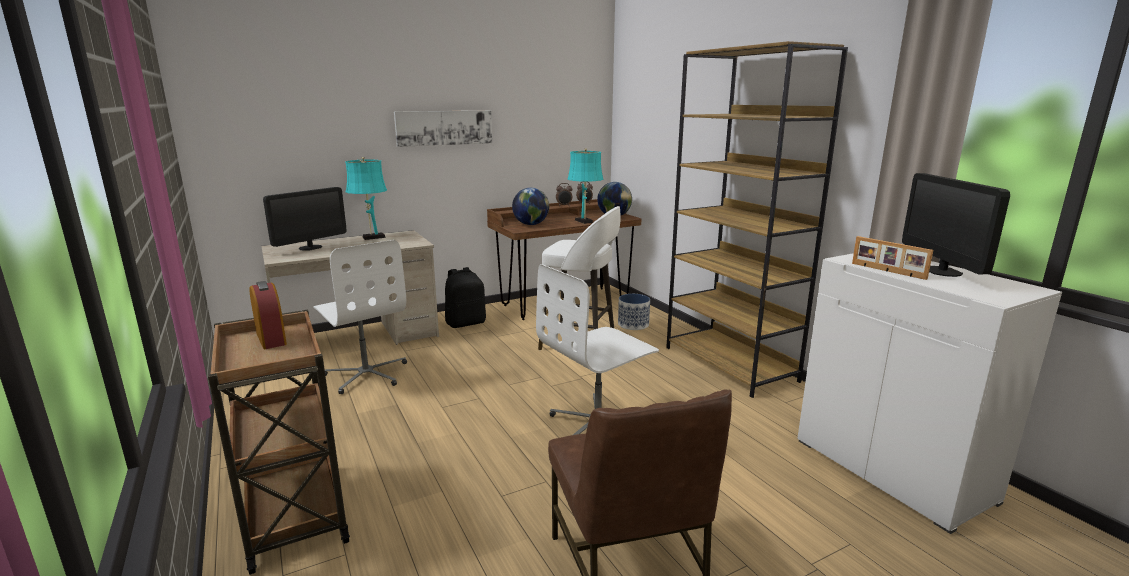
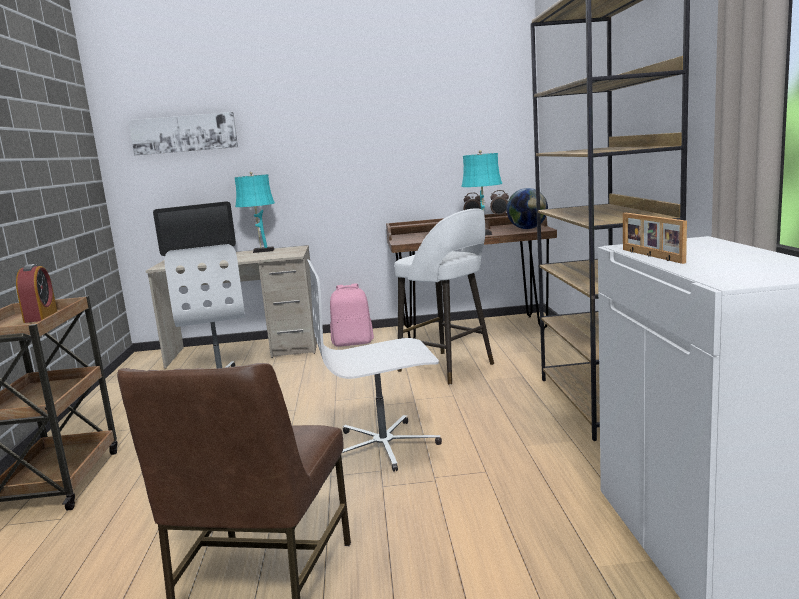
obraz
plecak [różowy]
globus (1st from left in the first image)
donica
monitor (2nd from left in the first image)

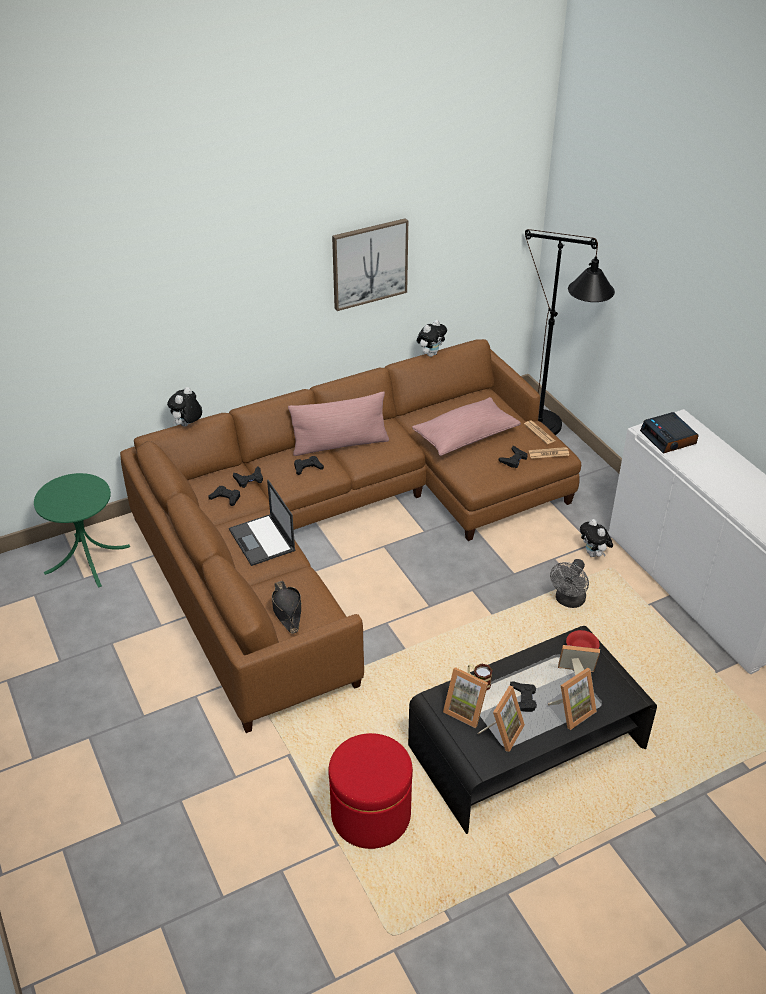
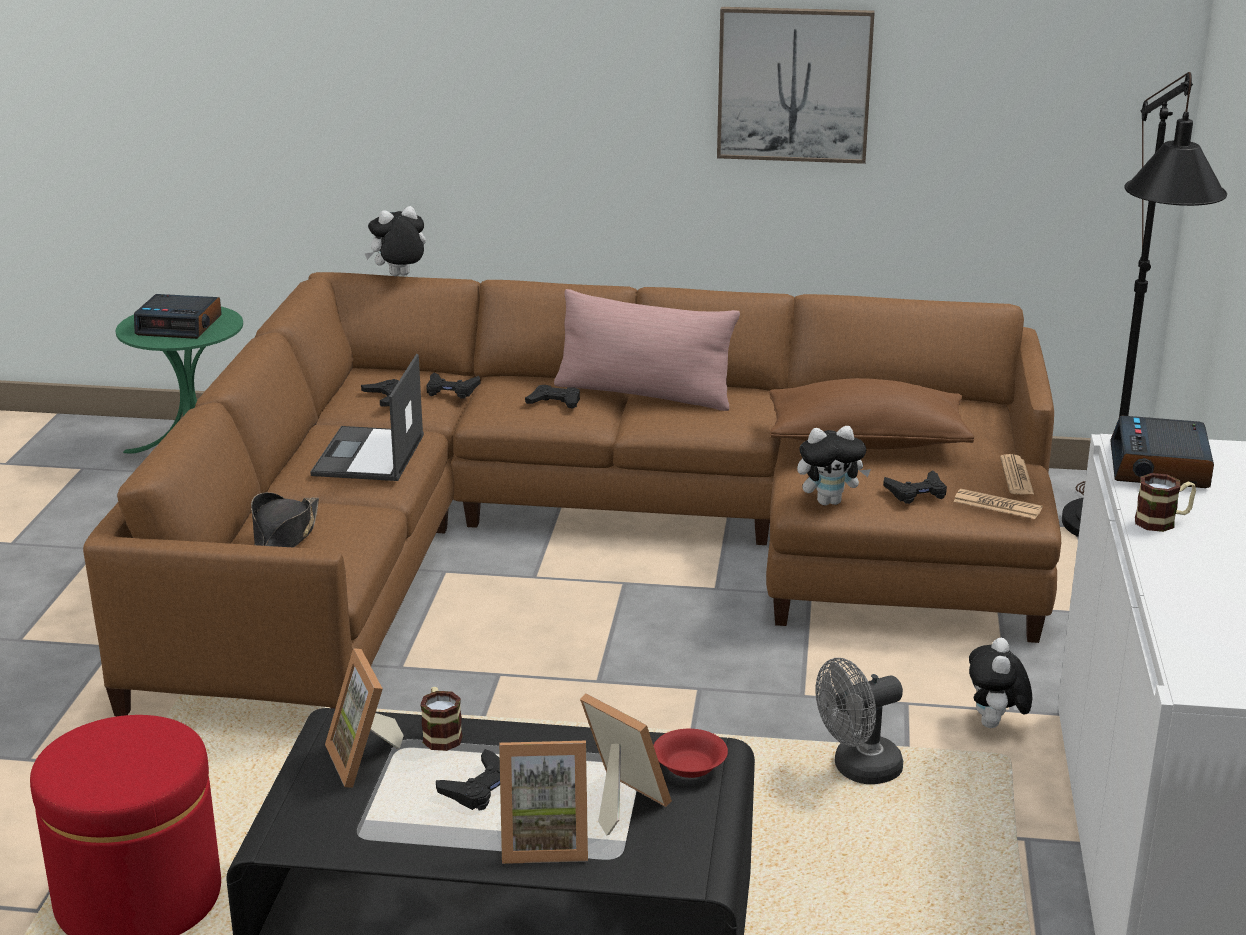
poduszka [brązowy]
pluszak (2nd from left)
ramka na zdjęcie (2nd from left in the first image)
budzik (1st from left)
kubek (2nd from left)

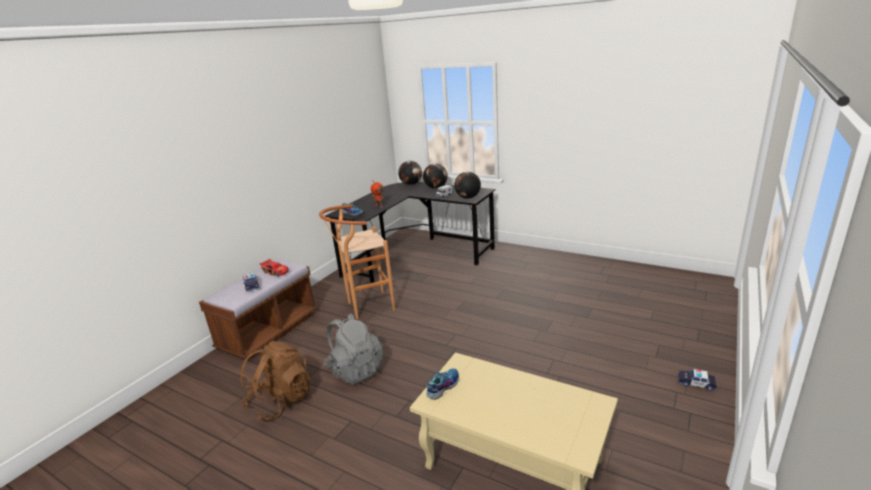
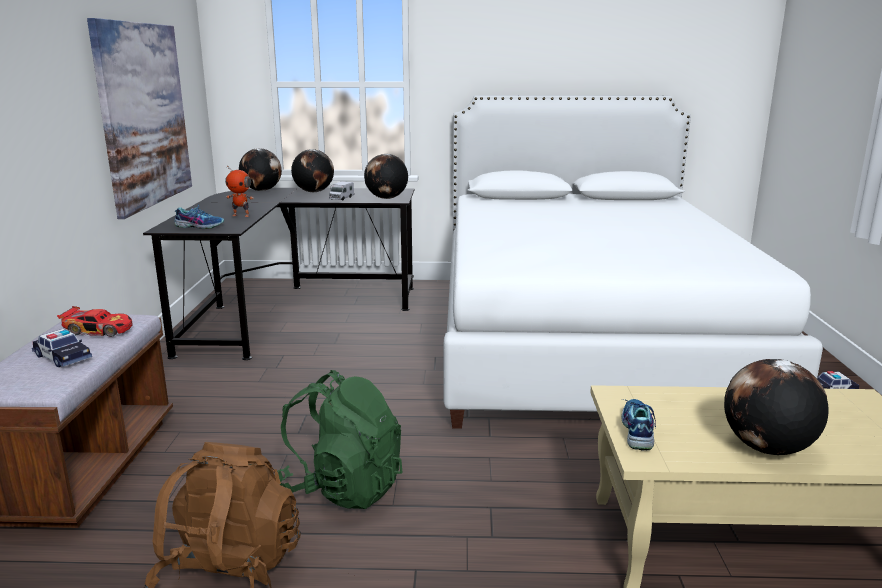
stołek [brązowy]
plecak [zielony]
obraz
łóżko [biały]
globus (4th from left)

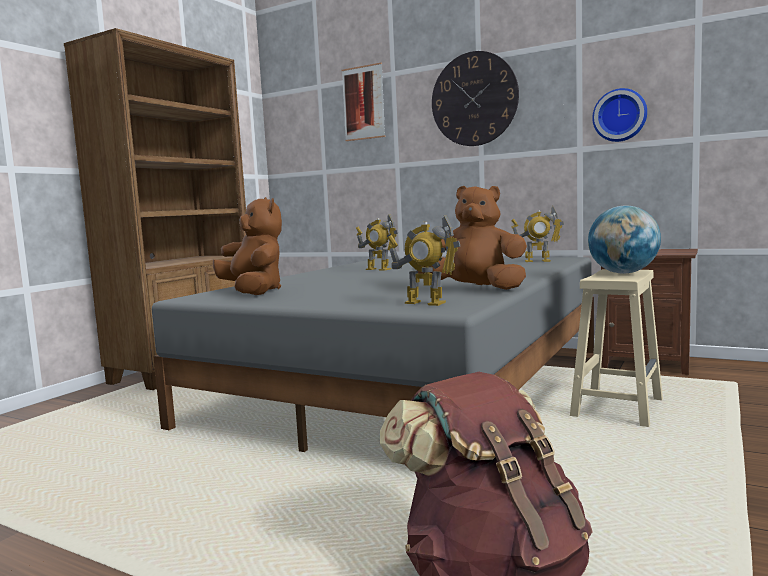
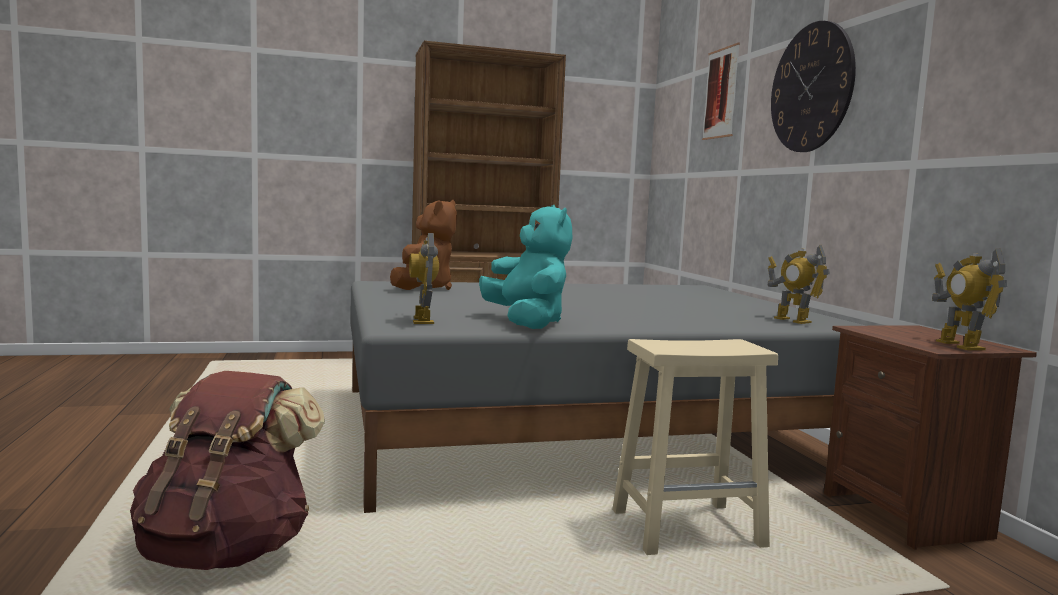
robot zabawkowy (3rd from left)
pluszak [turkusowy]
globus
zegar ścienny (2nd from left in the first image)

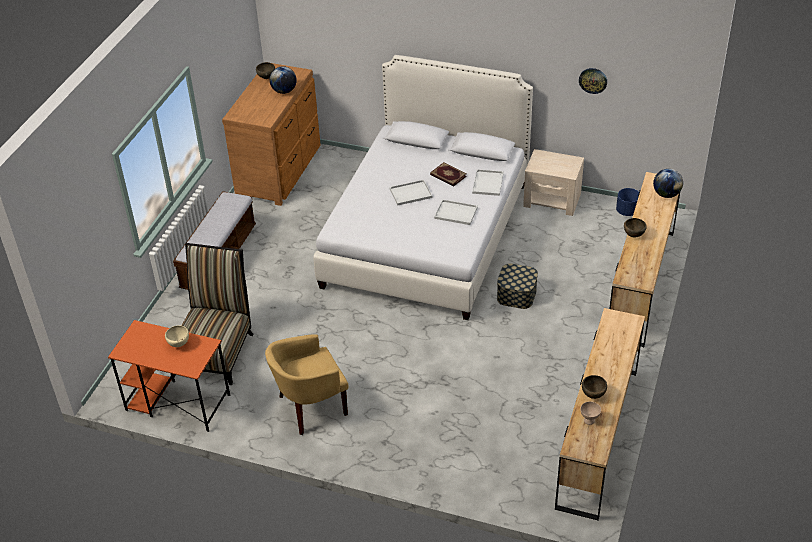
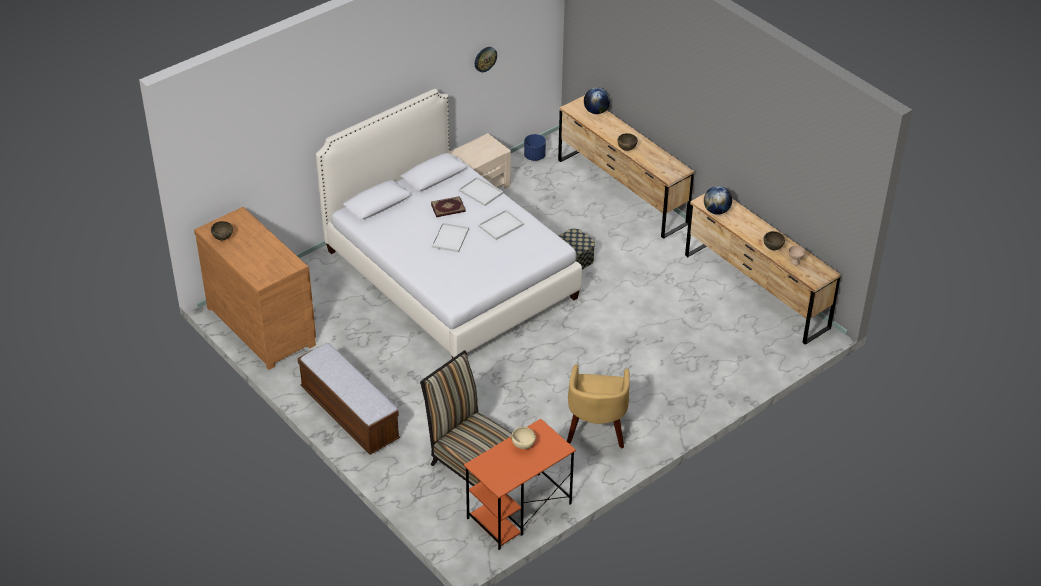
globus (2nd from left)

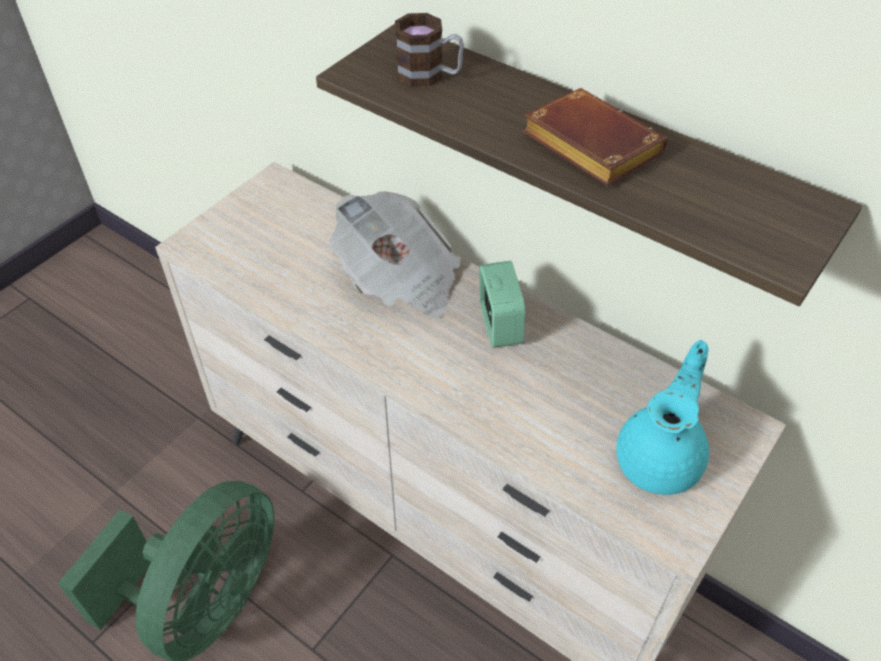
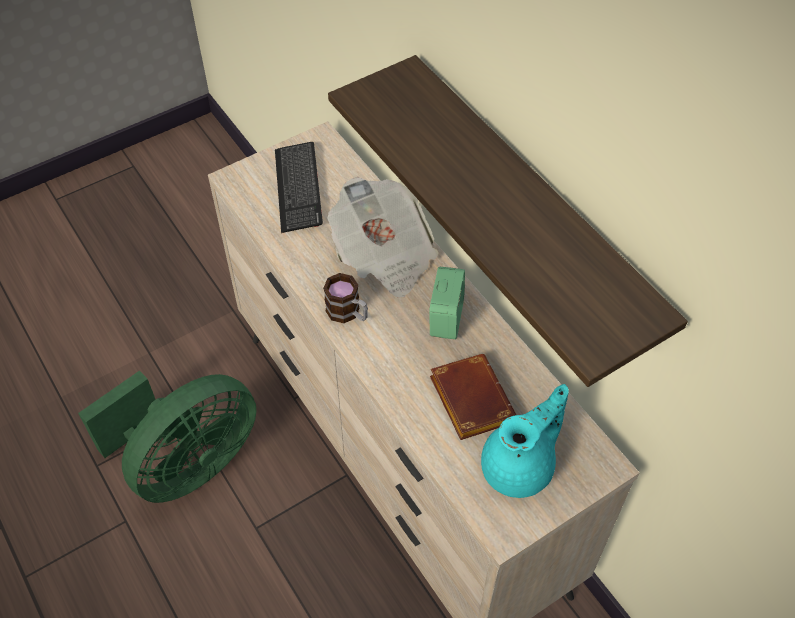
kubek
książka [brązowy]
klawiatura

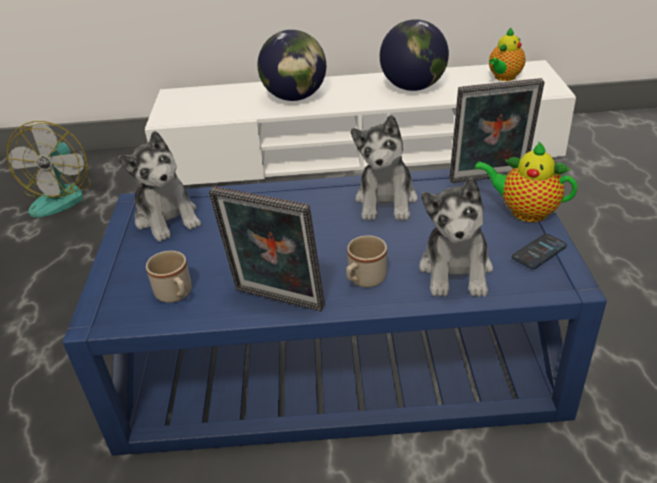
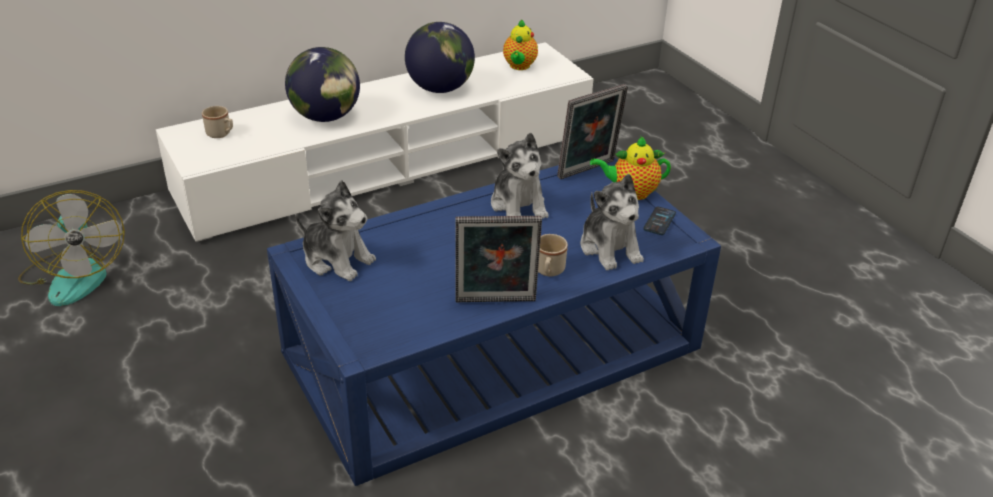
kubek [beżowy] (1st from left)

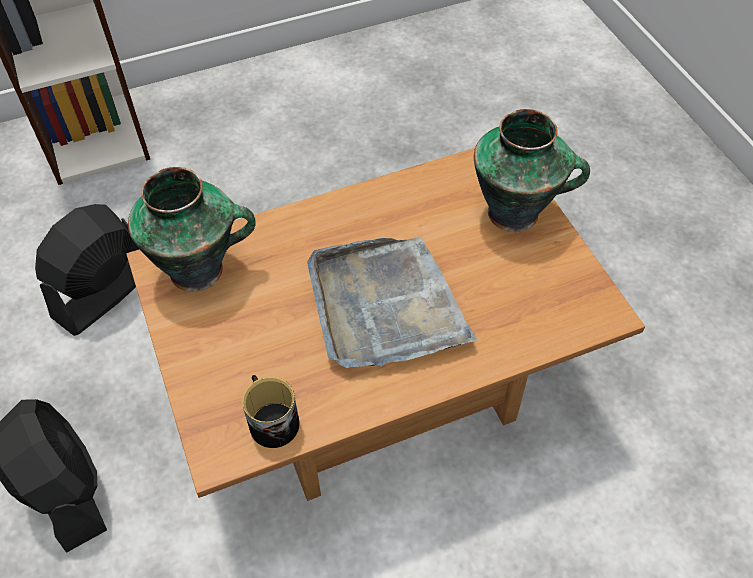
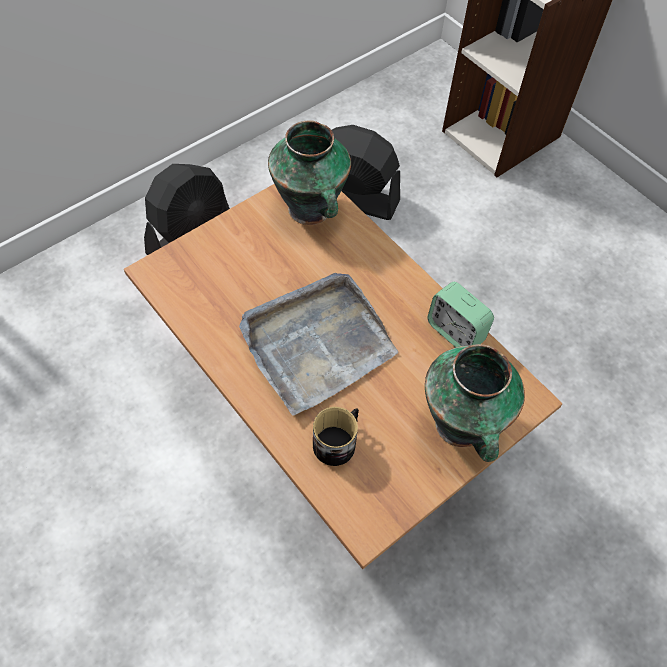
kubek
budzik

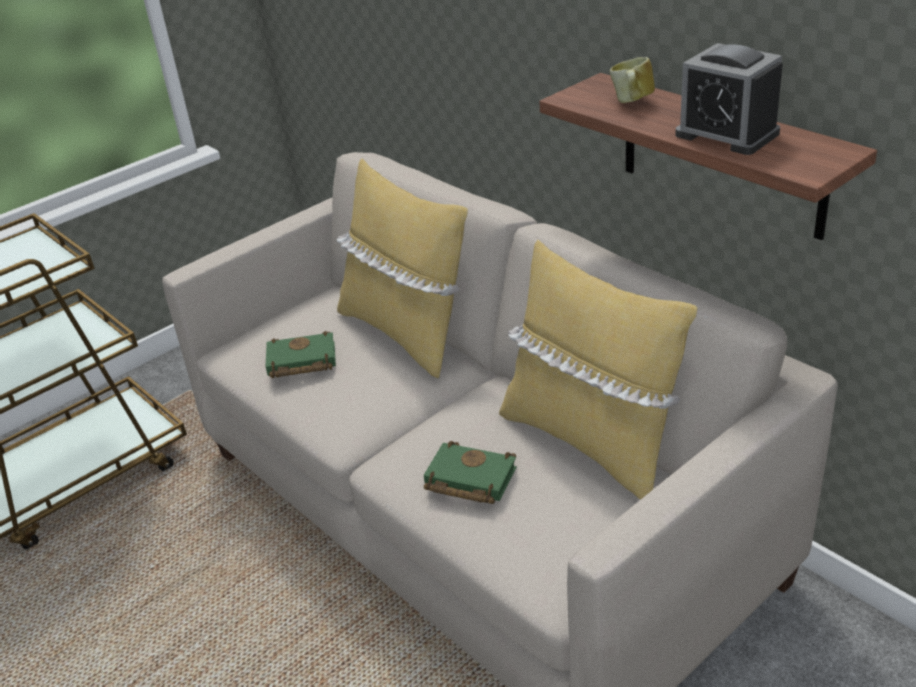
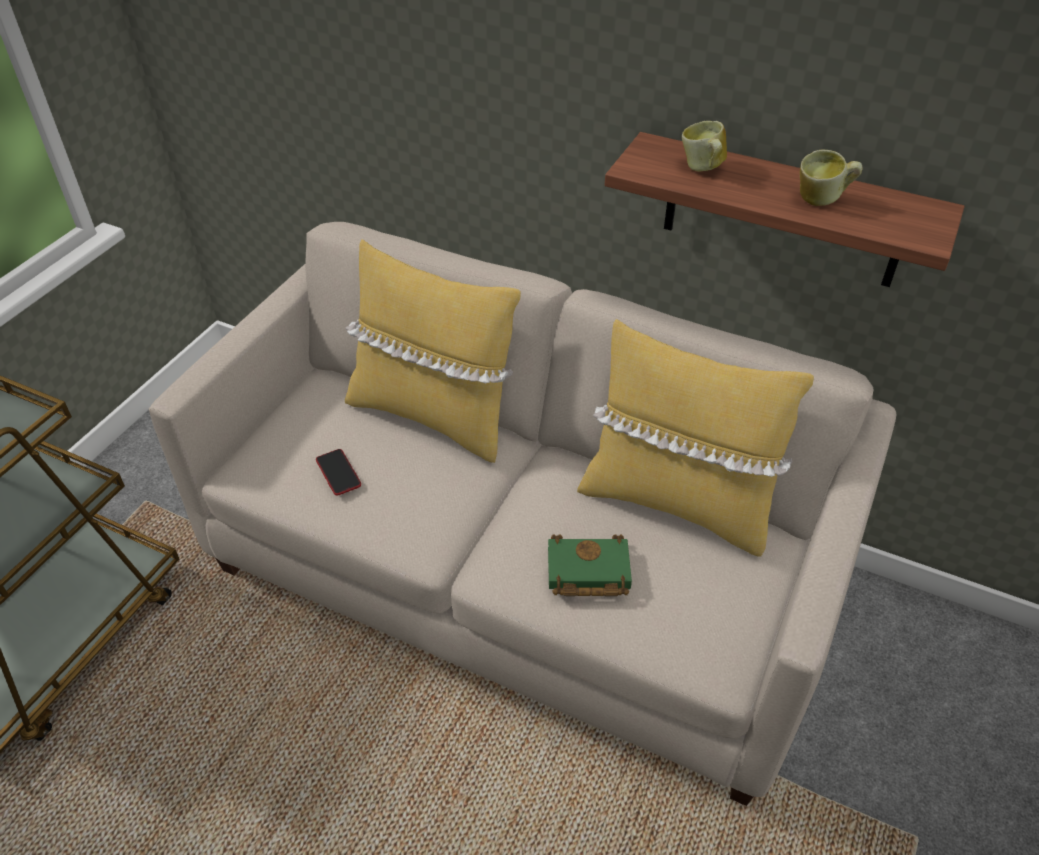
telefon
kubek (2nd from left)

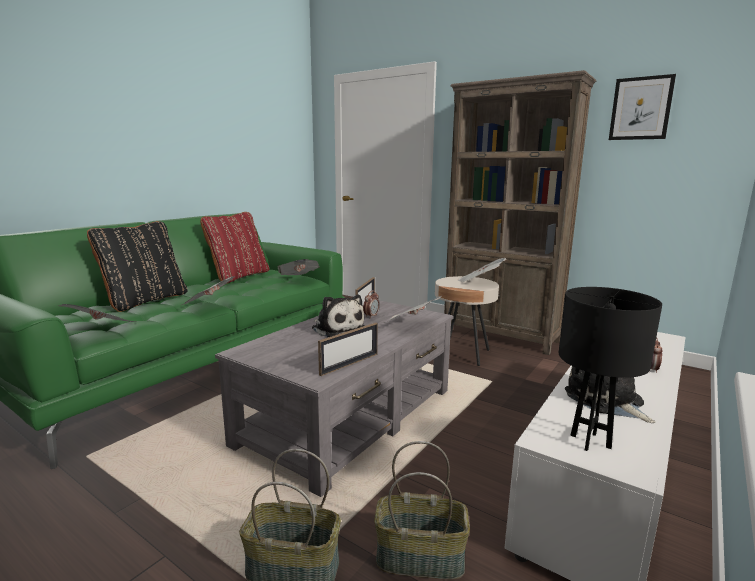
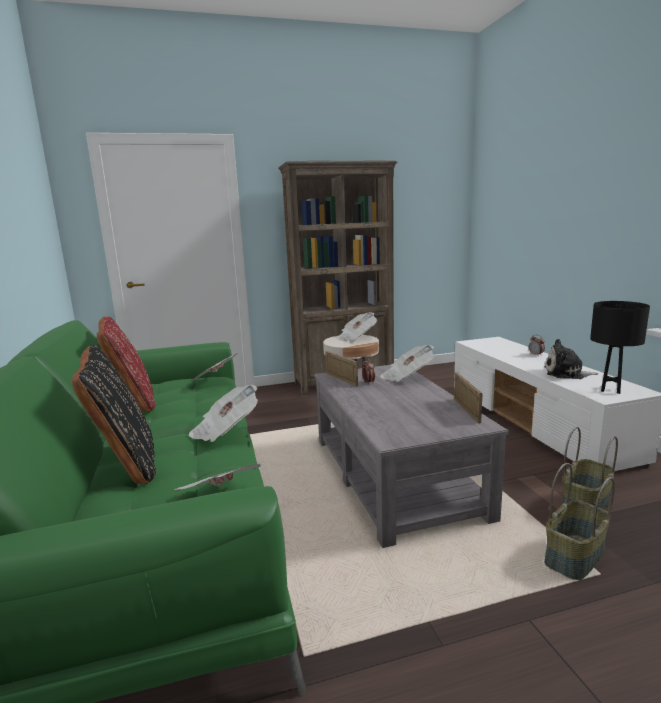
pluszak (1st from left in the first image)
obraz

